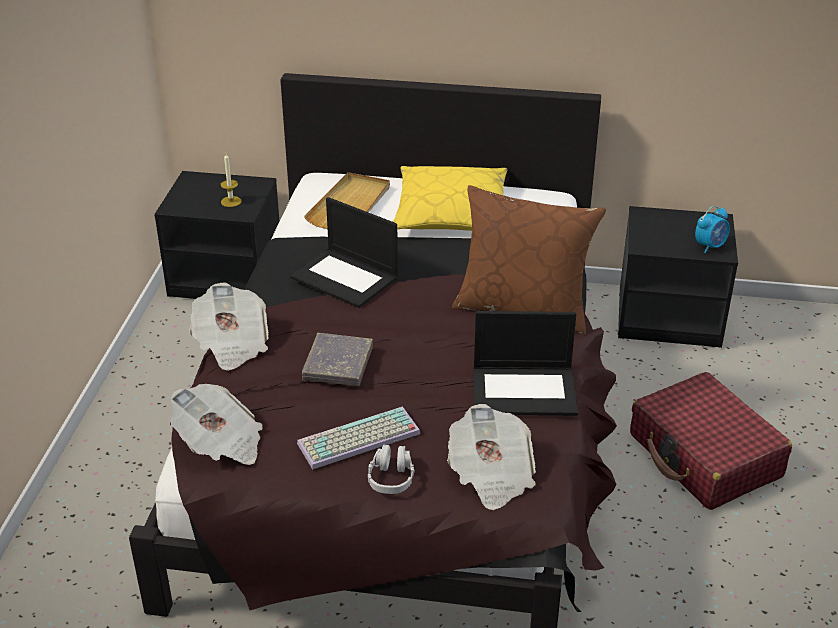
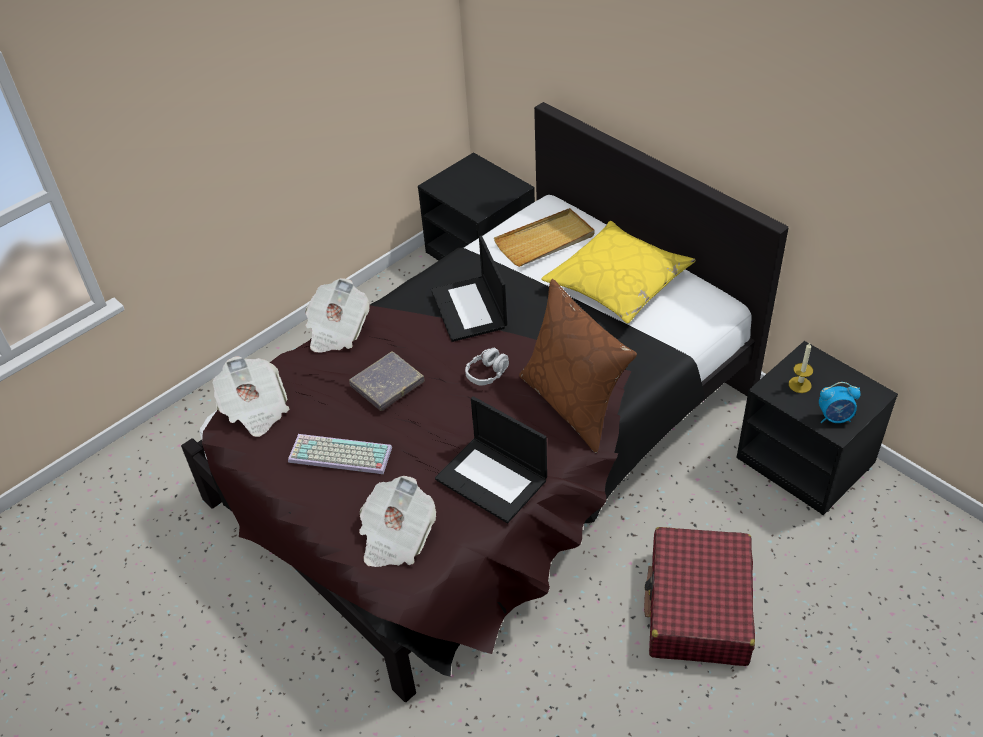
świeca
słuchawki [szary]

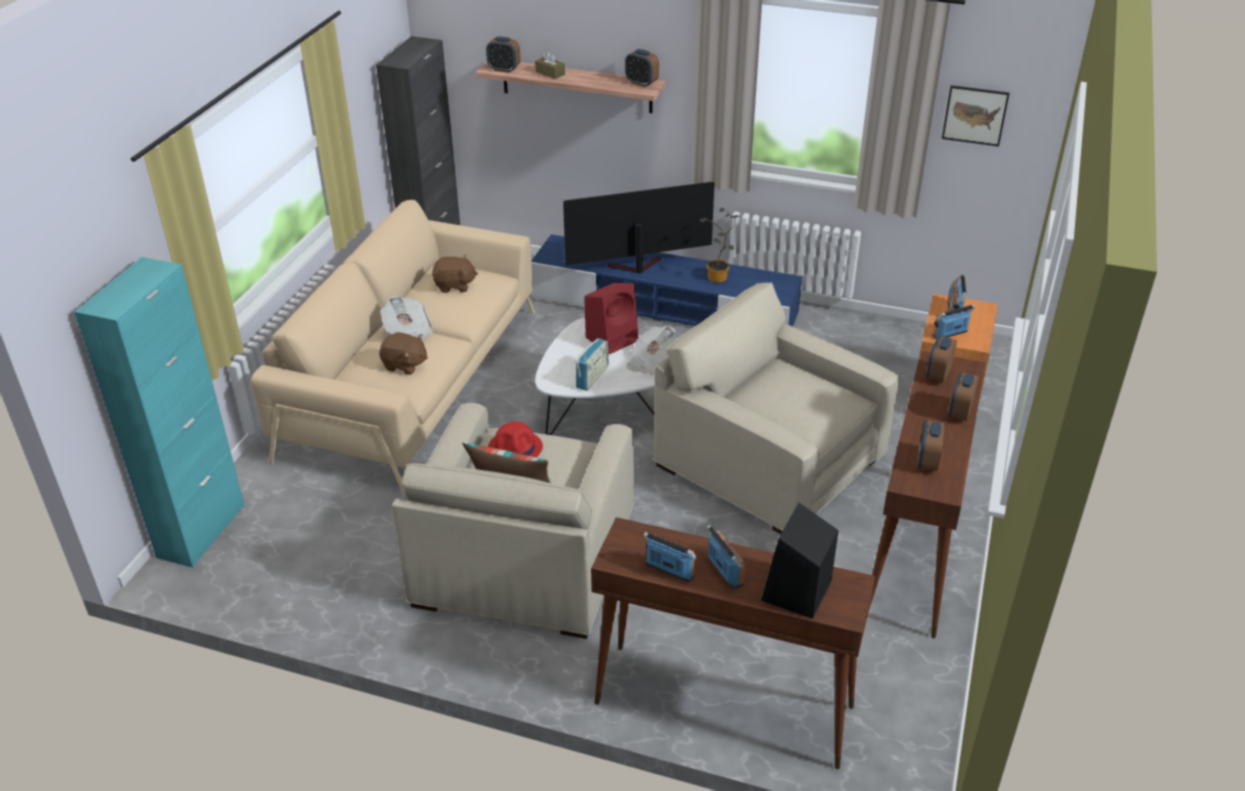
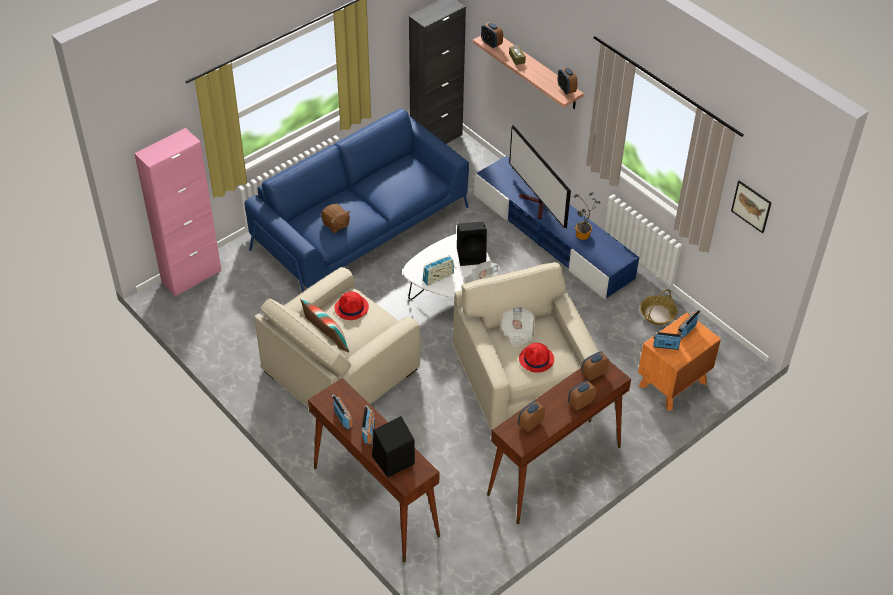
szafka [różowy]
kanapa [niebieski]
gazeta (2nd from left)
pluszak [brązowy] (2nd from left in the first image)
telewizor
głośnik [czarny] (2nd from left)
kapelusz [czerwony] (2nd from left)
koszyk

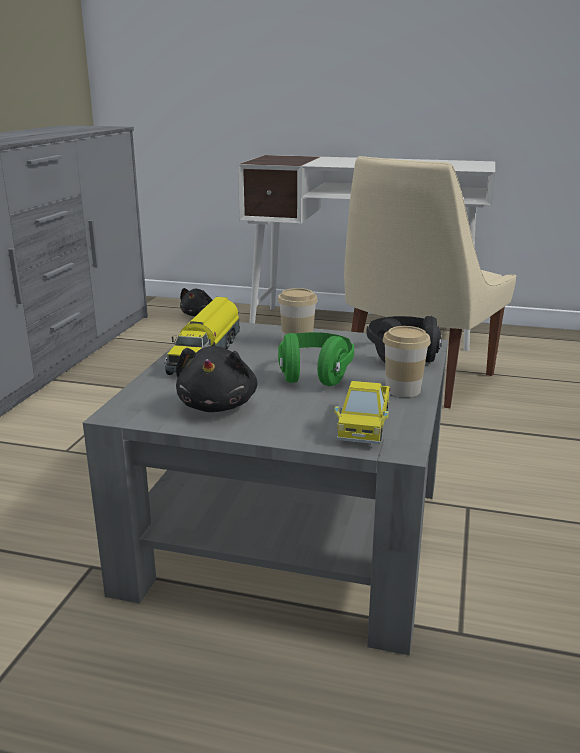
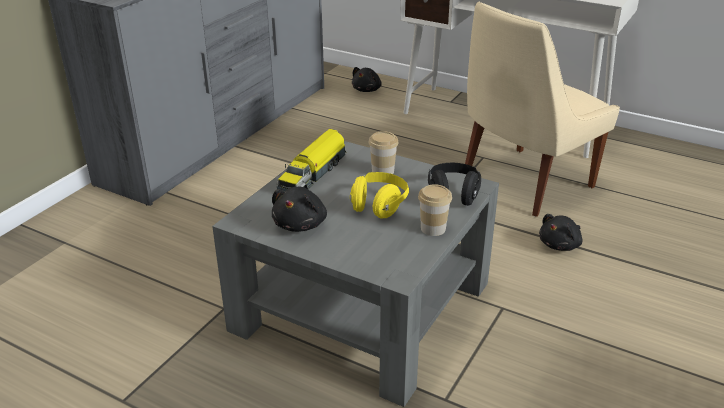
słuchawki [żółty]
ciężarówka zabawkowa (2nd from left in the first image)
pluszak [czarny] (3rd from left)

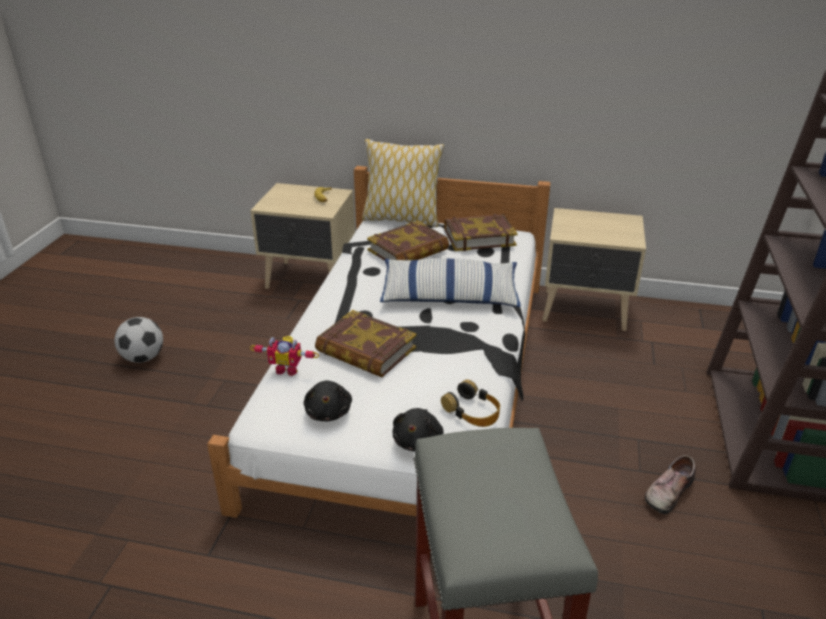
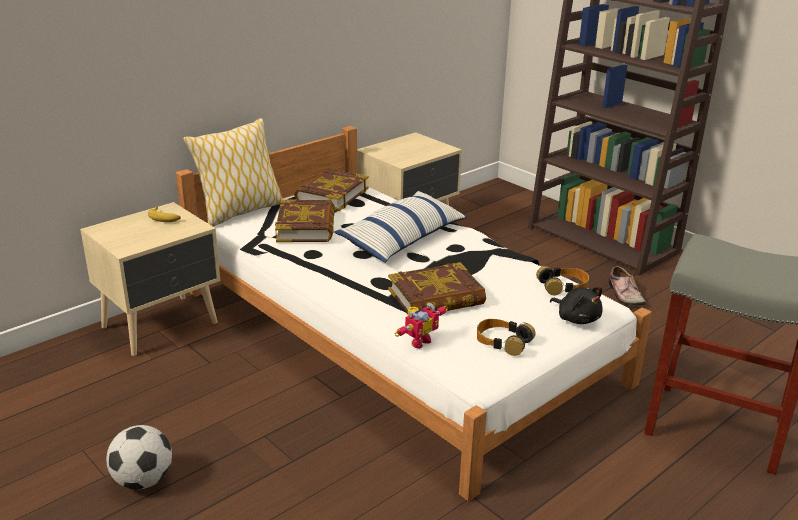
słuchawki (1st from left)

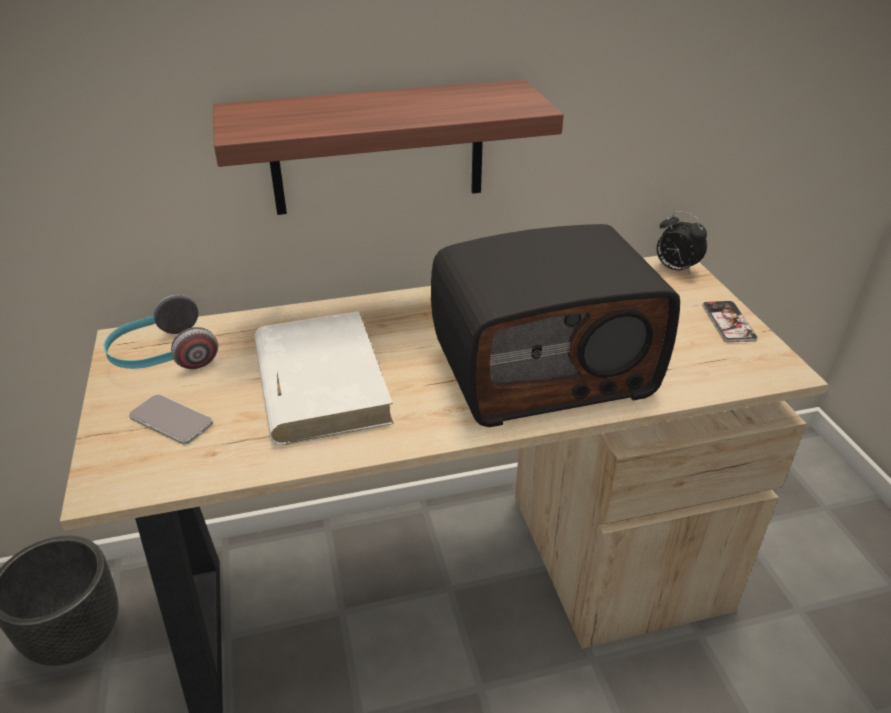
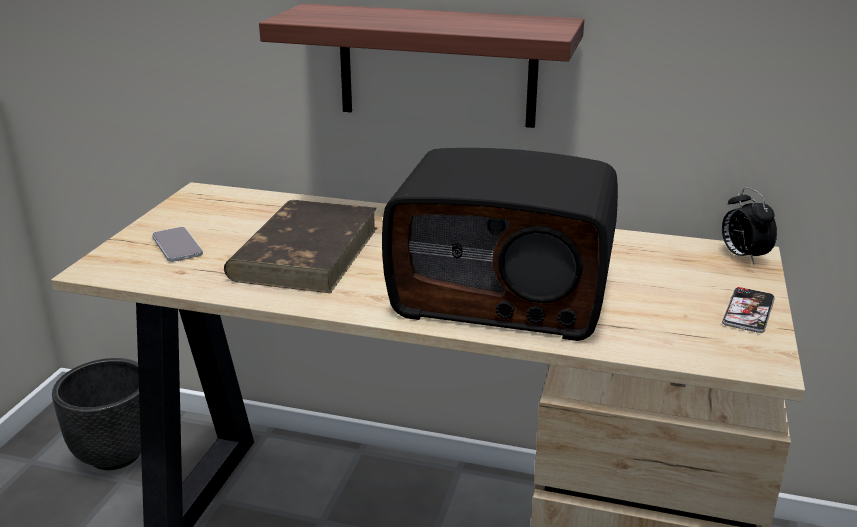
słuchawki
książka [brązowy]

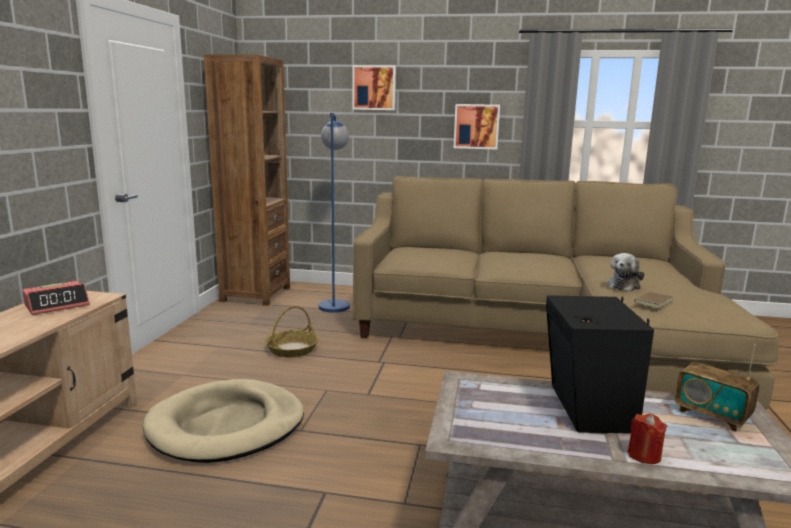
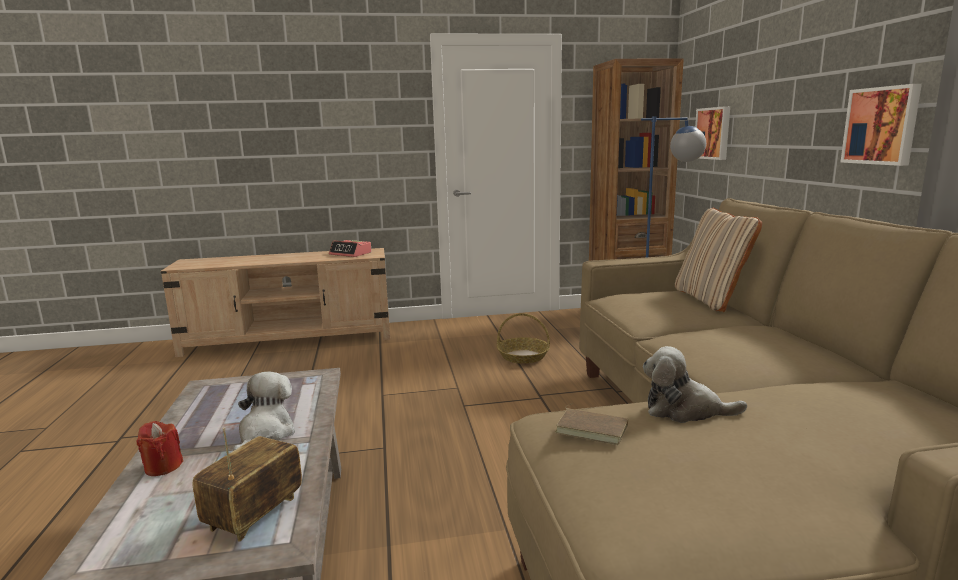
legowisko [beżowy]
obraz (1st from left)
pluszak (1st from left)
poduszka [beżowy]

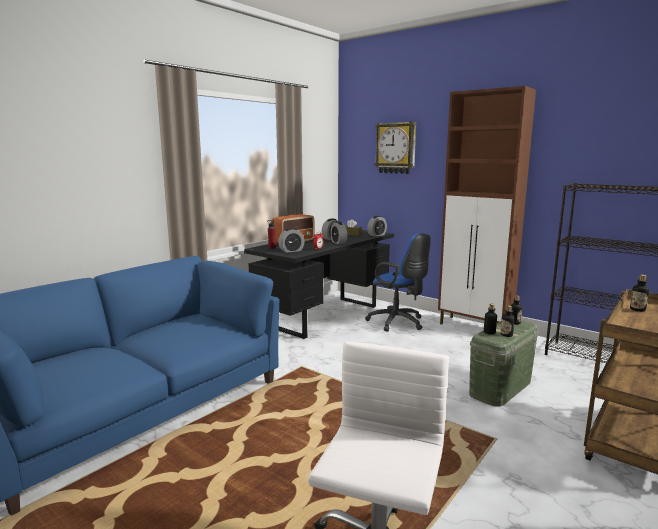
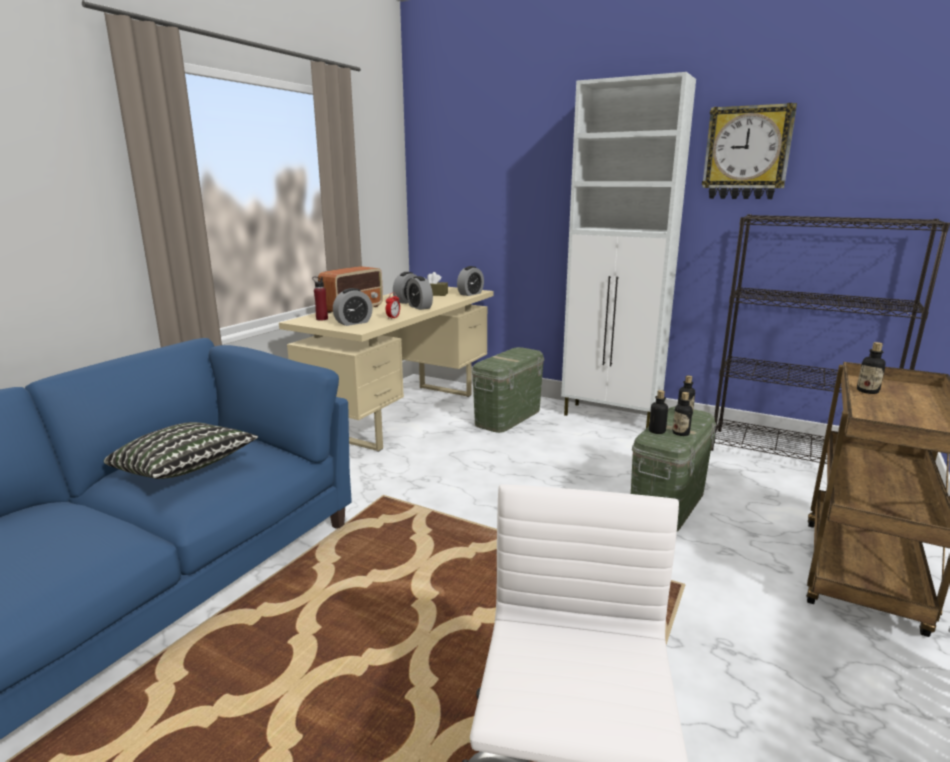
biurko [beżowy]
pojemnik do przechowywania [zielony] (1st from left)
zegar ścienny
szafka [biały]
poduszka

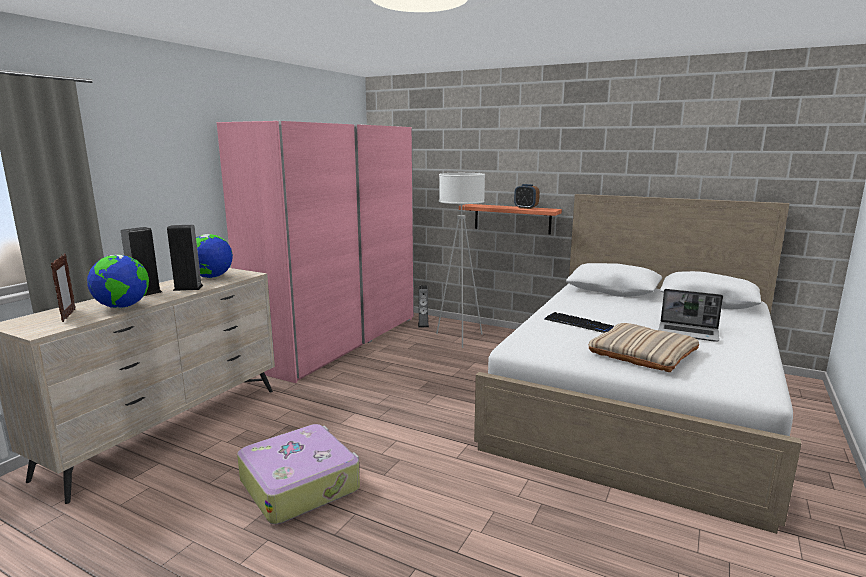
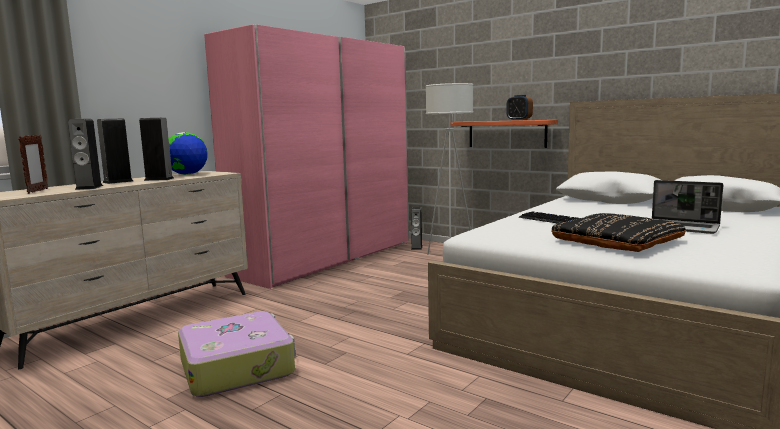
głośnik (1st from left)
poduszka [czarny]

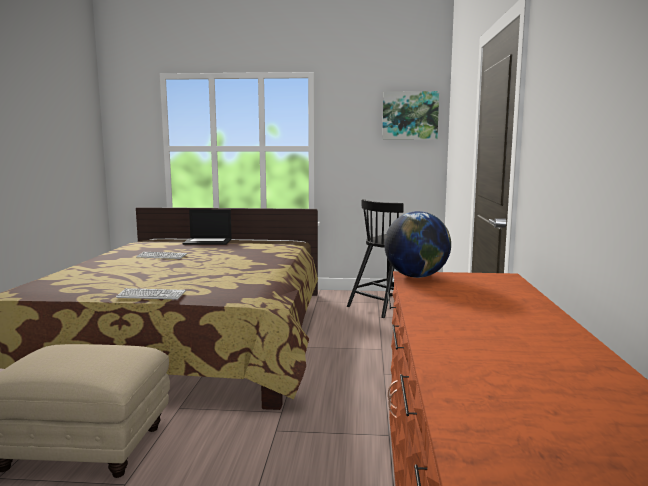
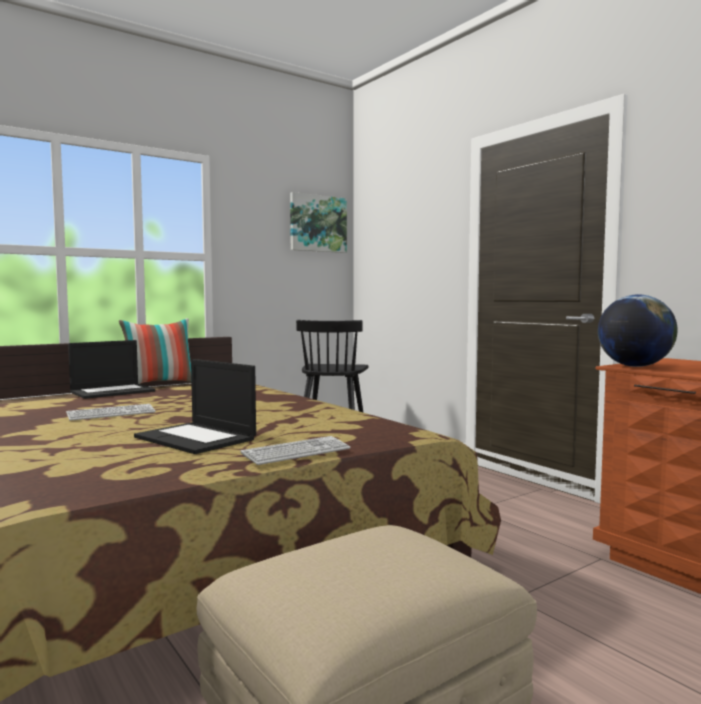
poduszka
laptop (2nd from left)

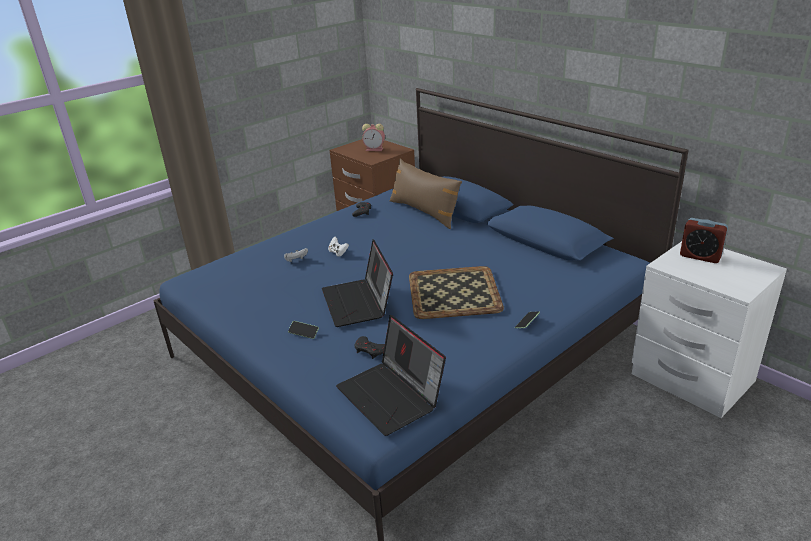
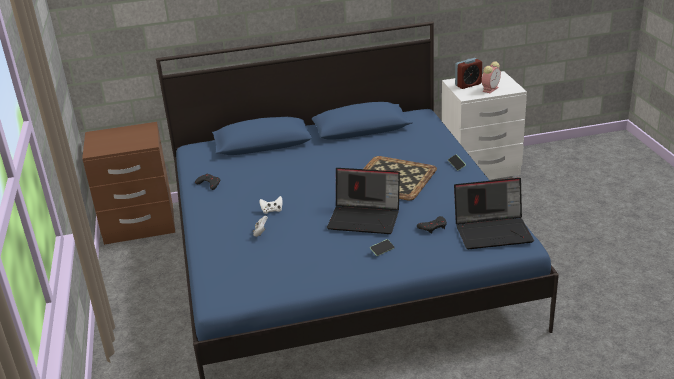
budzik (2nd from left)
poduszka [brązowy]

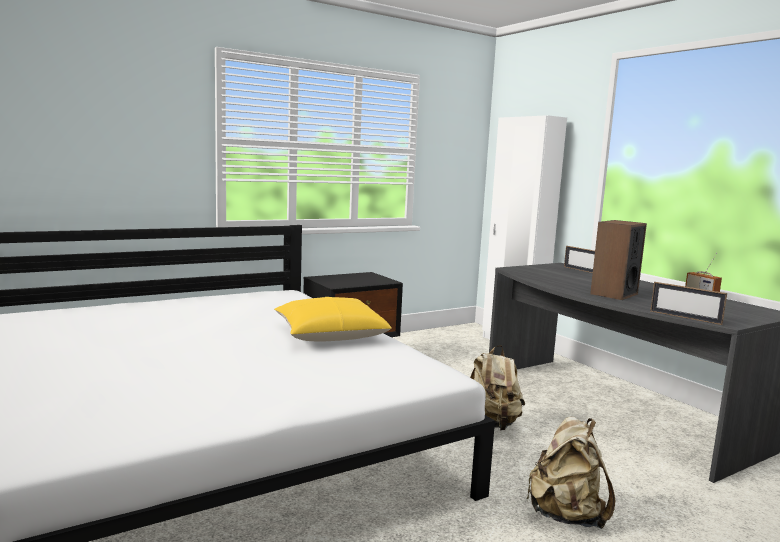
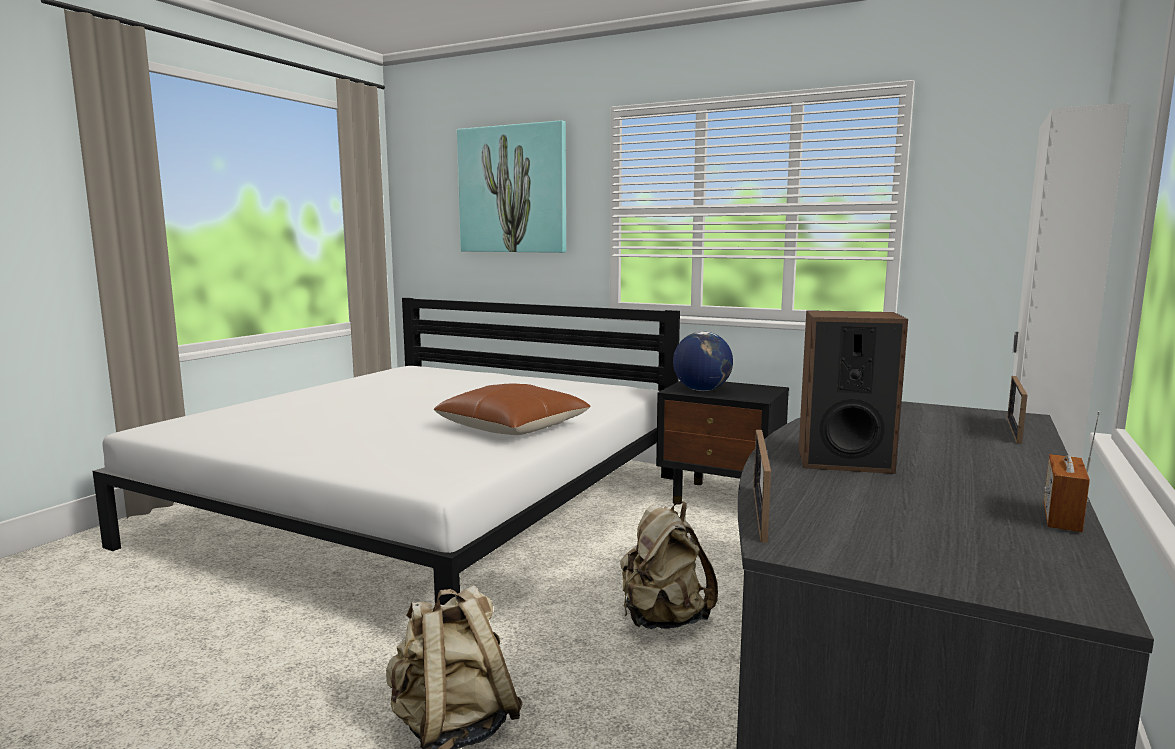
poduszka [brązowy]
obraz
globus

